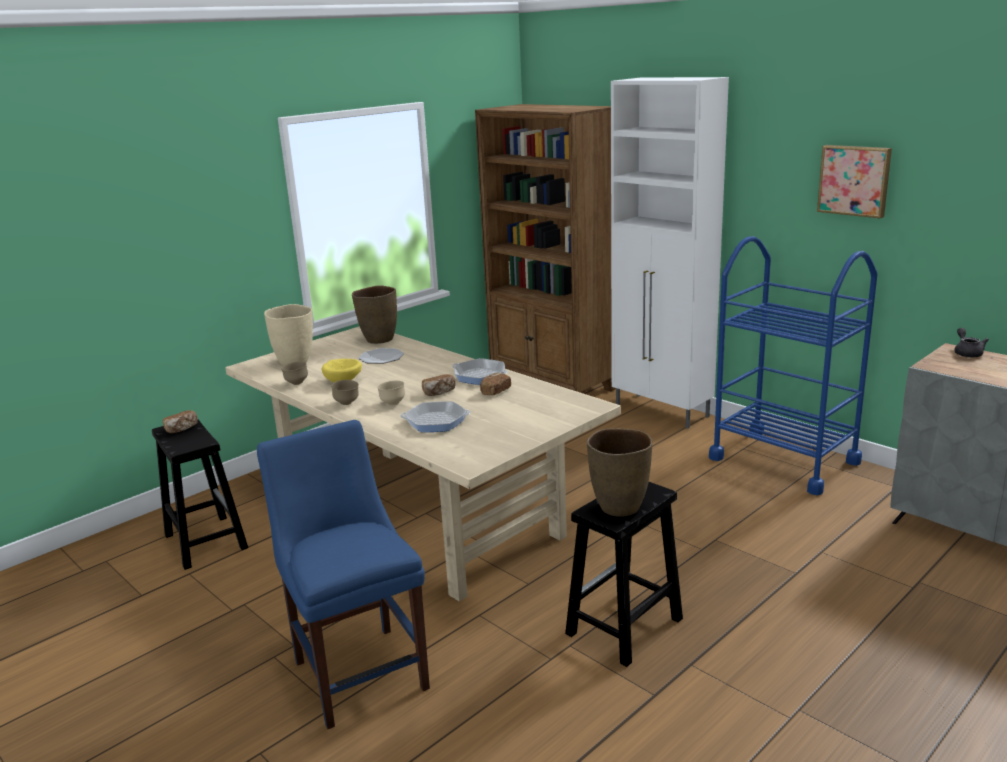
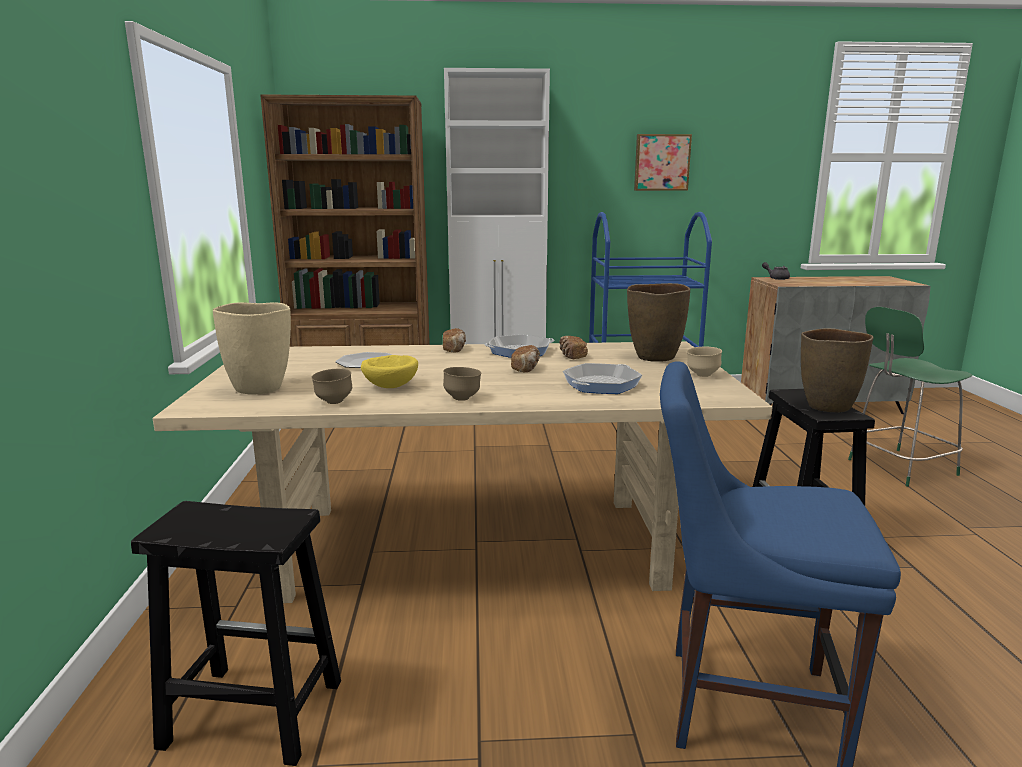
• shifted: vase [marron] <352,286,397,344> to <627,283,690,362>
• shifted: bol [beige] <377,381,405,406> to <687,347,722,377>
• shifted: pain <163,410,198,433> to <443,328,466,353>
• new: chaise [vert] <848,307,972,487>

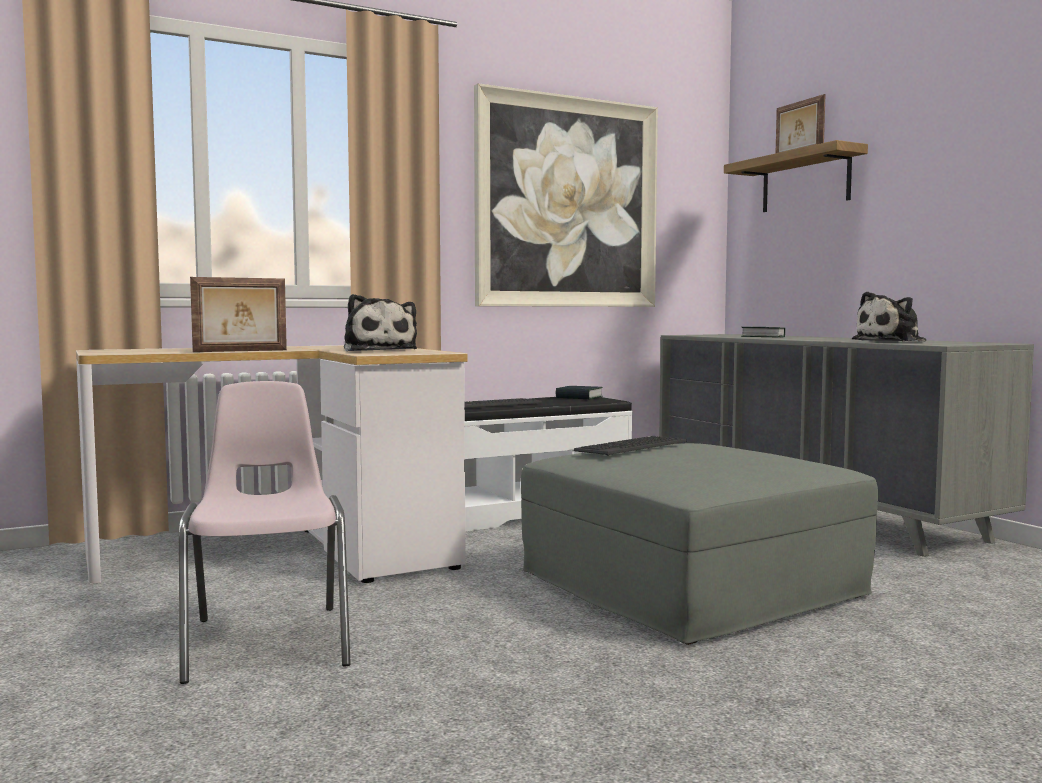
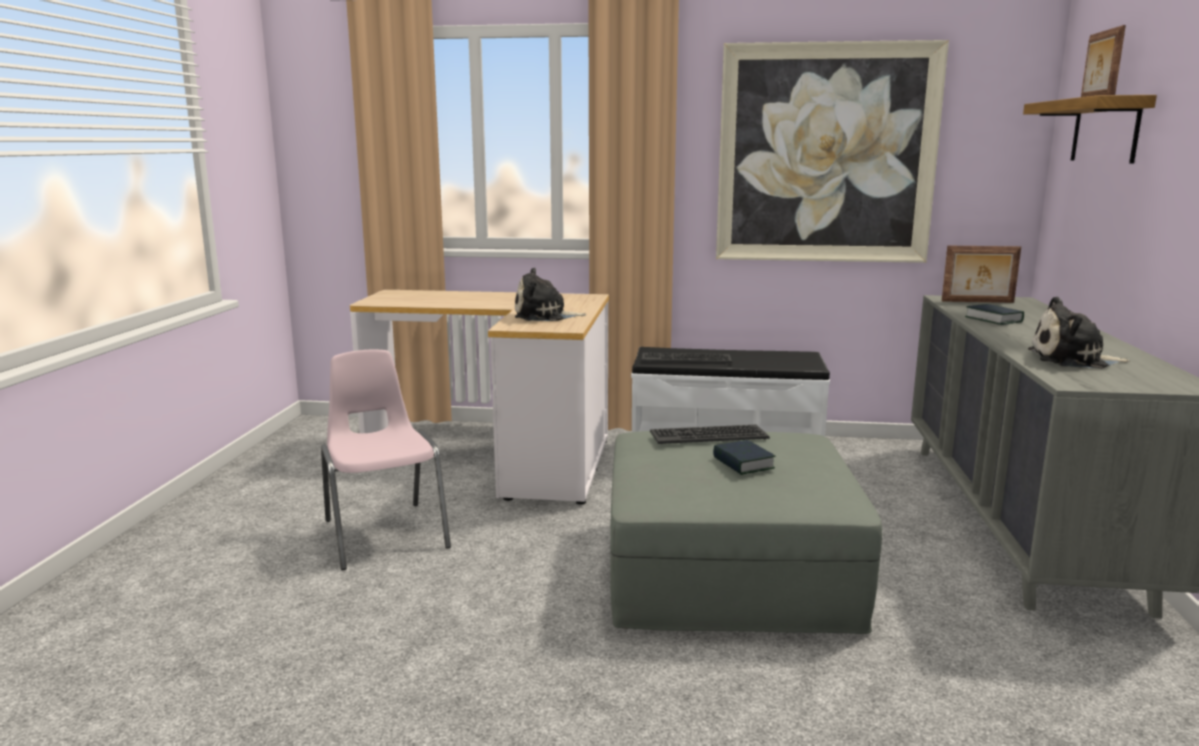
• shifted: cadre photo <190,277,287,352> to <942,246,1021,303>
• rotated: peluche <344,294,417,351> = <515,268,587,321> 75 degrees clockwise
• rotated: chaise [rose] <179,381,351,684> = <321,349,451,570> 45 degrees counterclockwise
• shifted: livre <556,386,603,399> to <713,440,775,475>

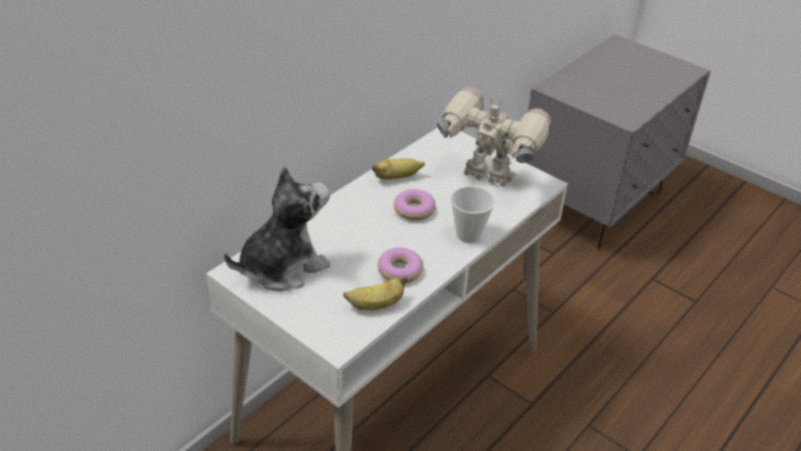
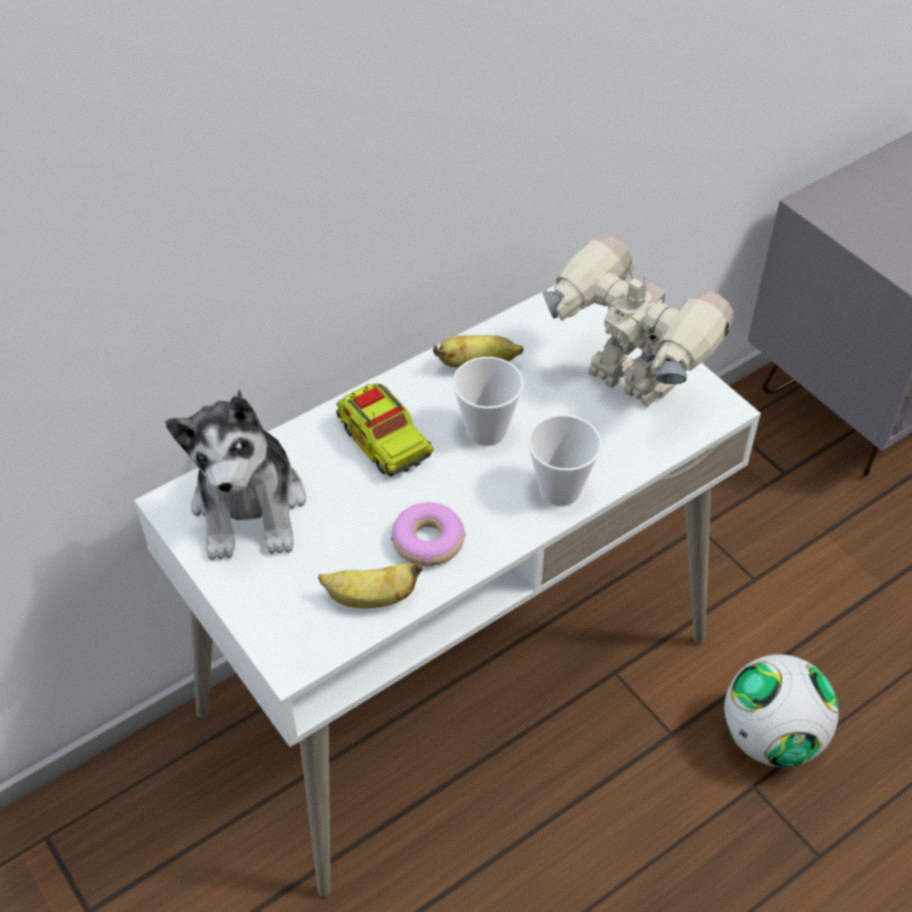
• rotated: peluche <224,166,331,291> = <165,390,306,560> 105 degrees clockwise
• swapped: beignet <394,189,436,221> to tasse <452,357,524,446>
• new: camion jouet <336,383,433,476>
• new: ballon de foot <724,654,839,767>

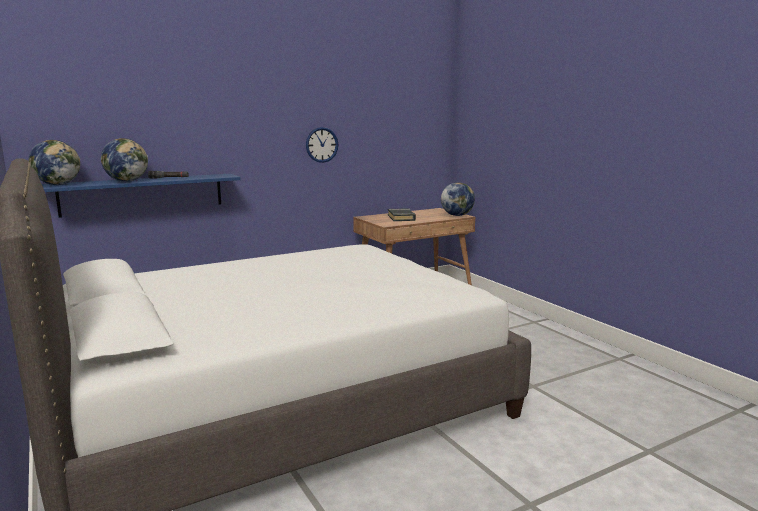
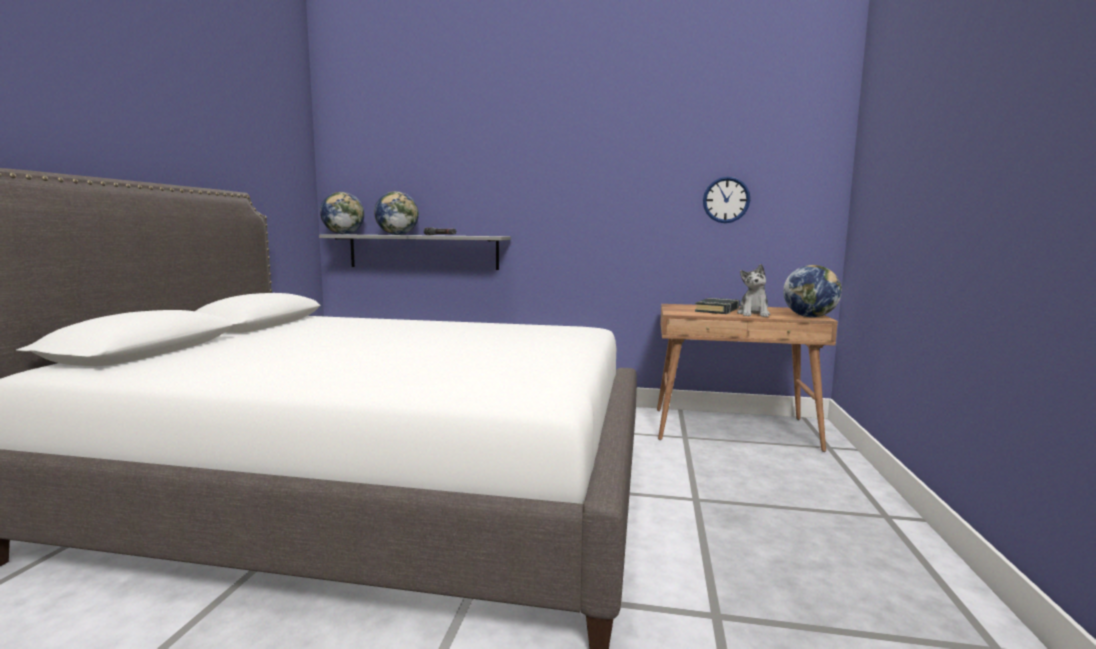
• shifted: horloge murale <306,127,338,163> to <703,177,750,223>
• repainted: étagère [bleu] <42,174,241,218> to étagère [gris] <319,234,511,270>
• new: peluche <737,264,771,317>

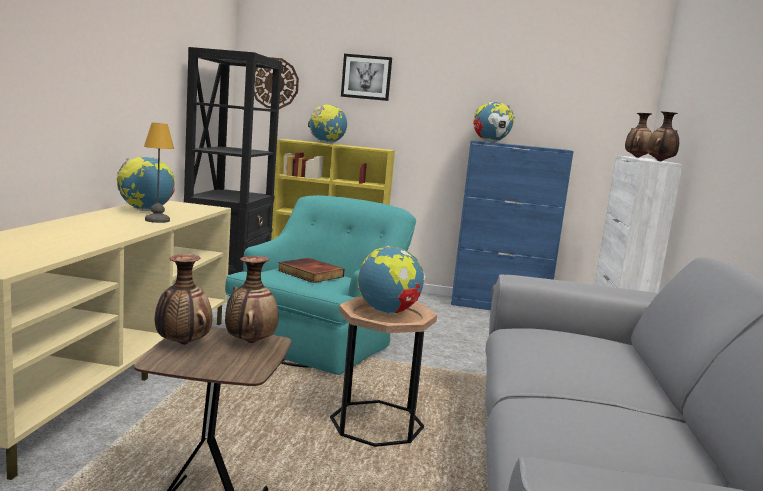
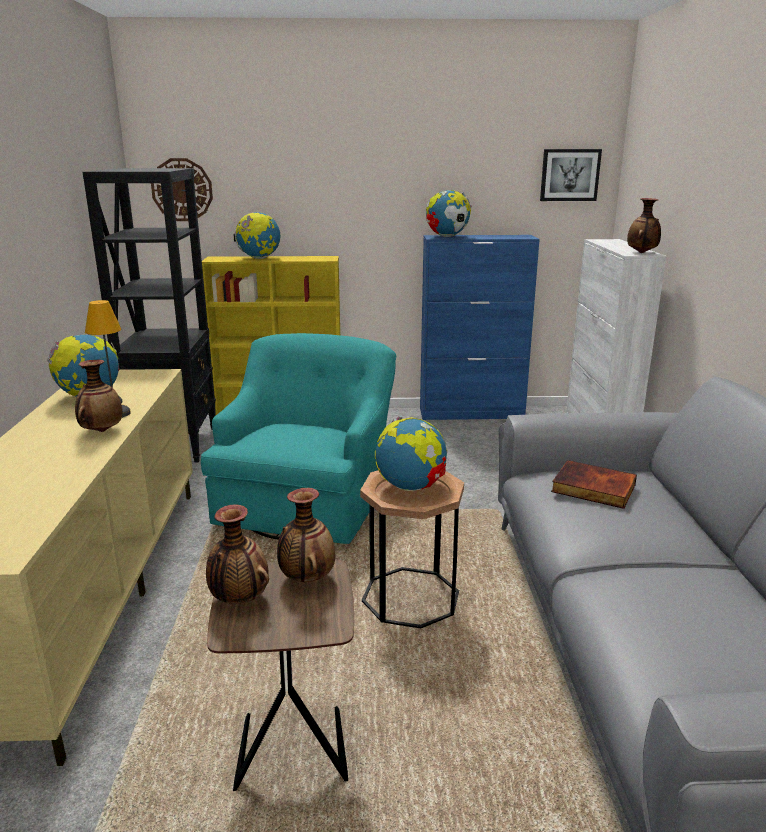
• shifted: tableau <341,54,392,101> to <540,149,602,201>
• shifted: vase <625,113,652,158> to <75,360,122,432>
• shifted: livre <277,258,345,283> to <551,460,637,509>

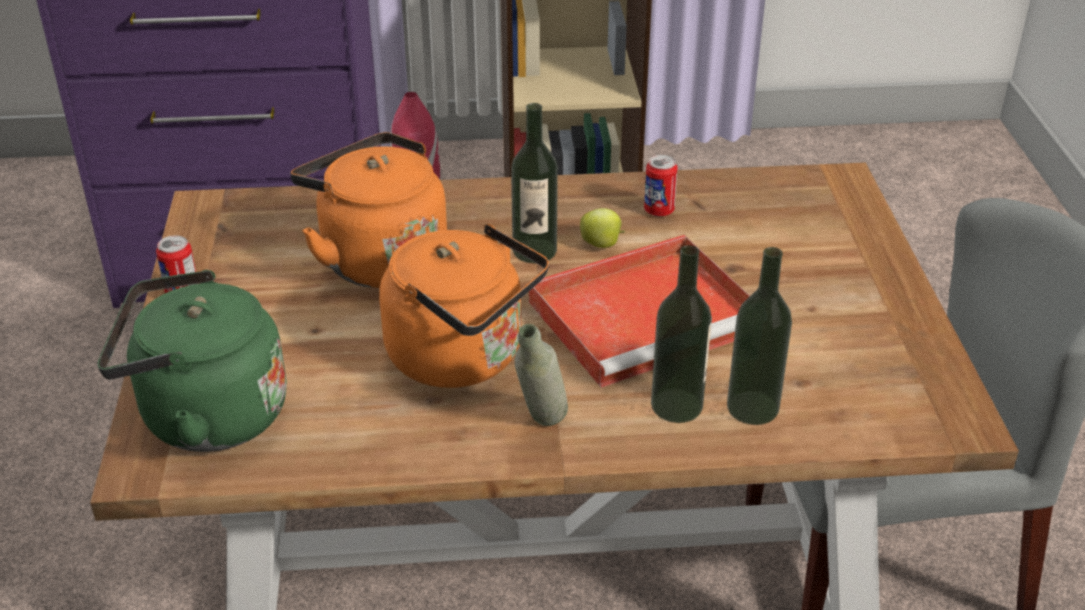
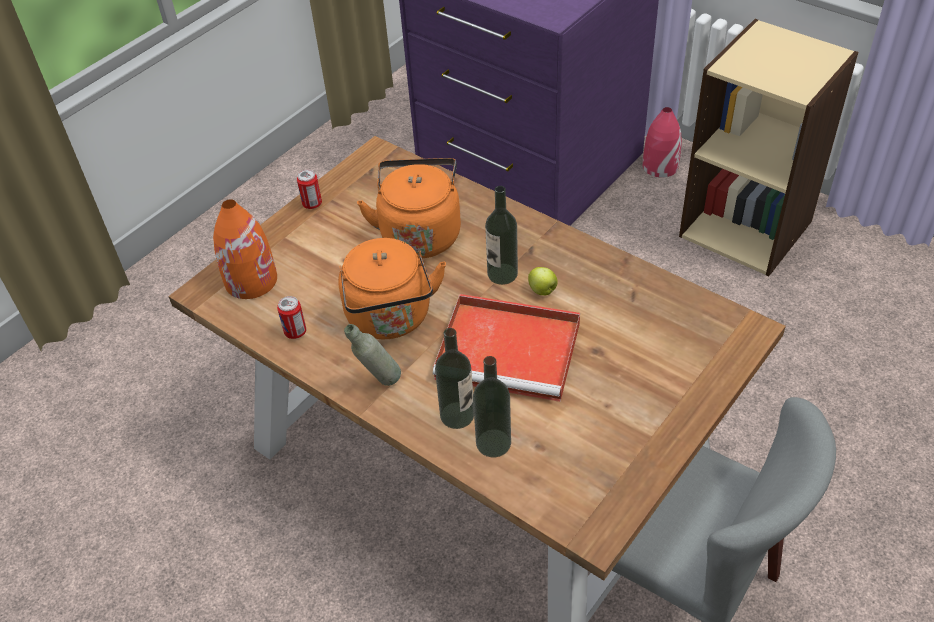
• shifted: boîte métallique <644,155,678,217> to <277,296,306,339>
• swapped: bouilloire [vert] <97,270,287,452> to vase [orange] <213,199,277,299>

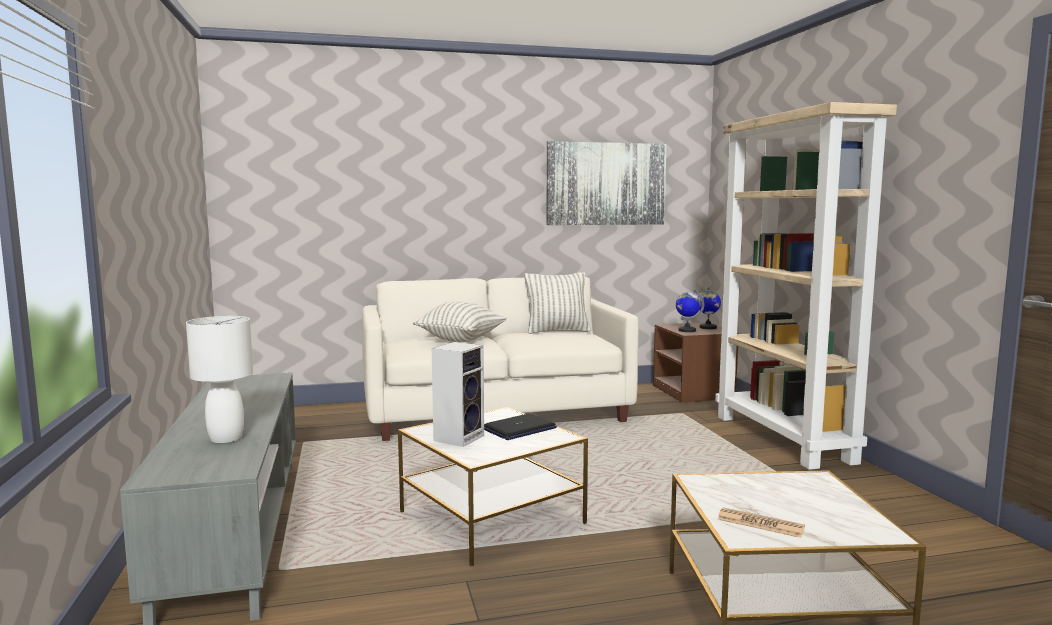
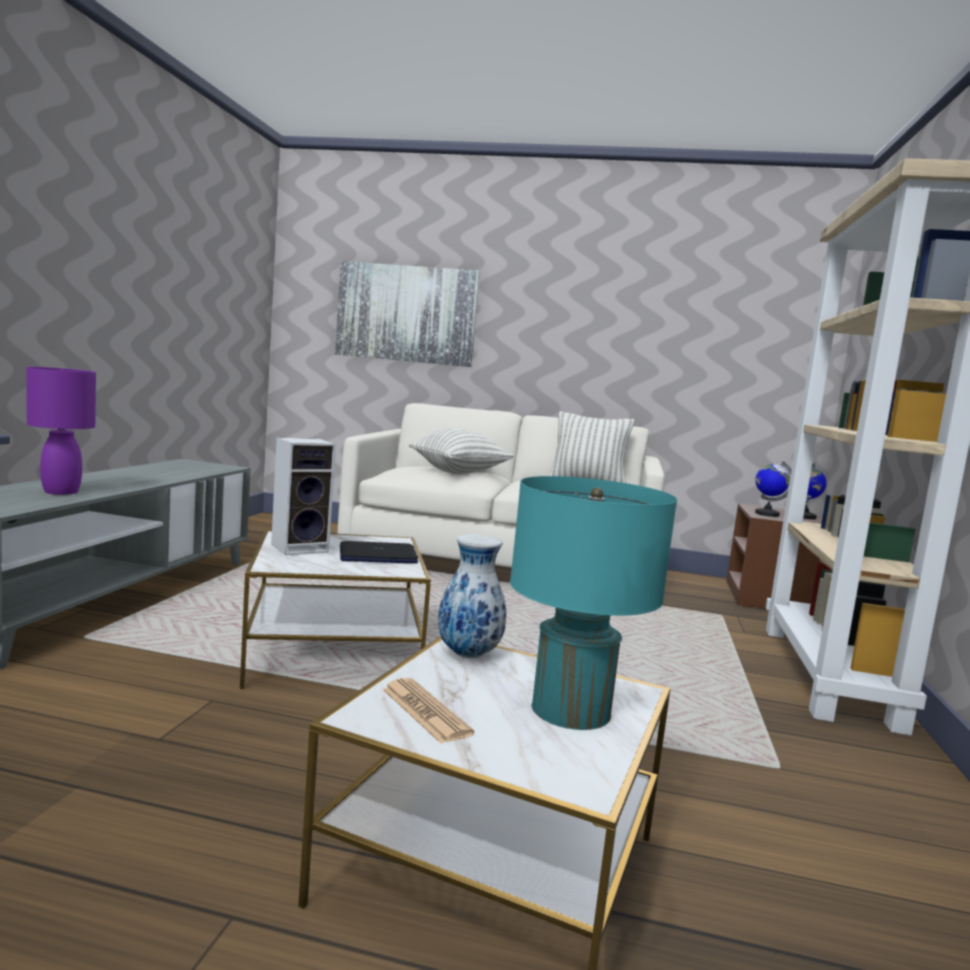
• shifted: tableau <546,141,667,225> to <335,261,480,367>
• repainted: lampe de table [blanc] <186,316,253,443> to lampe de table [violet] <27,367,96,495>
• new: lampe de table [turquoise] <510,476,677,730>
• new: vase <438,534,506,658>

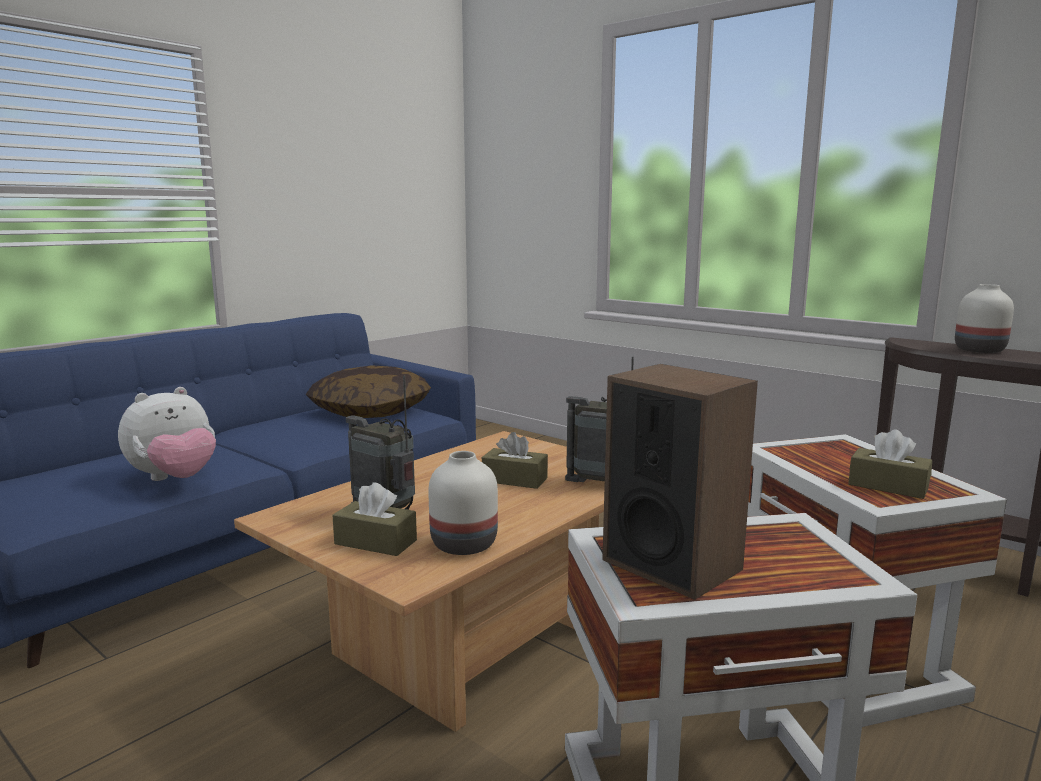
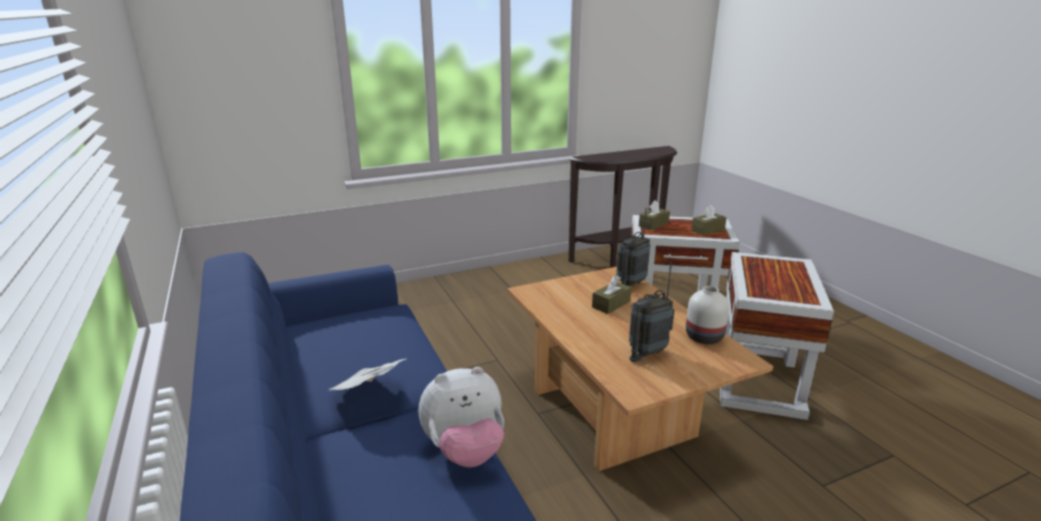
• gone: vase [blanc] <955,284,1014,353>
• gone: enceinte <602,364,758,600>
• gone: coussin <306,365,431,418>
• rotated: peluche <118,387,216,481> = <419,367,504,468> 90 degrees clockwise
• shifted: boîte à mouchoirs [marron] <332,482,417,556> to <639,200,670,230>
• new: journal <328,359,406,390>

